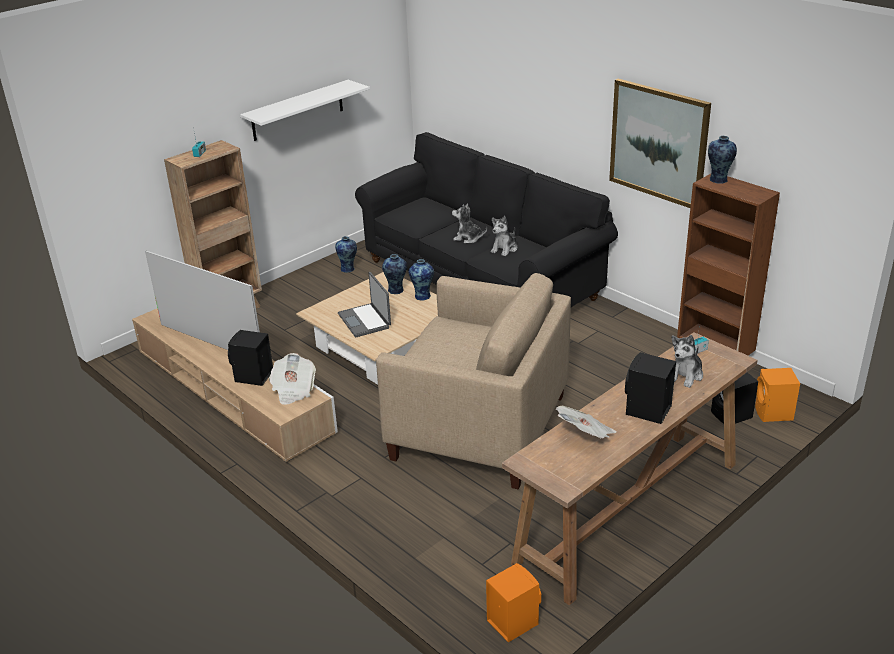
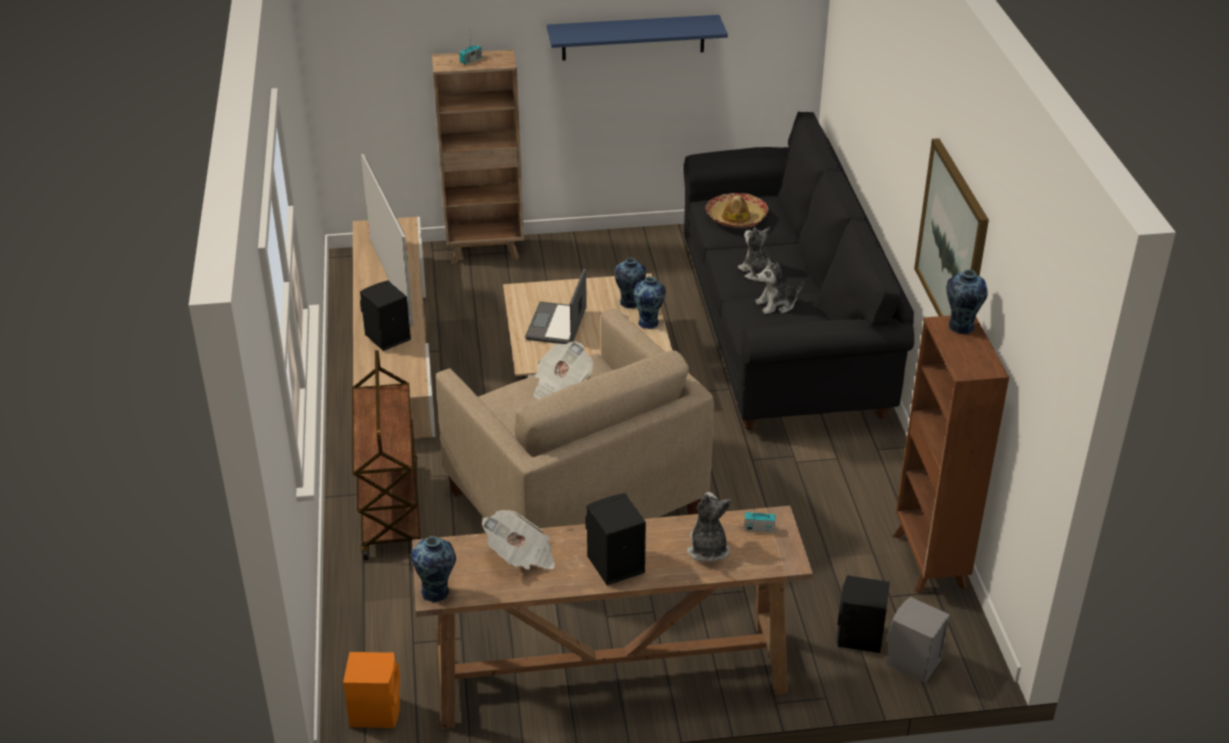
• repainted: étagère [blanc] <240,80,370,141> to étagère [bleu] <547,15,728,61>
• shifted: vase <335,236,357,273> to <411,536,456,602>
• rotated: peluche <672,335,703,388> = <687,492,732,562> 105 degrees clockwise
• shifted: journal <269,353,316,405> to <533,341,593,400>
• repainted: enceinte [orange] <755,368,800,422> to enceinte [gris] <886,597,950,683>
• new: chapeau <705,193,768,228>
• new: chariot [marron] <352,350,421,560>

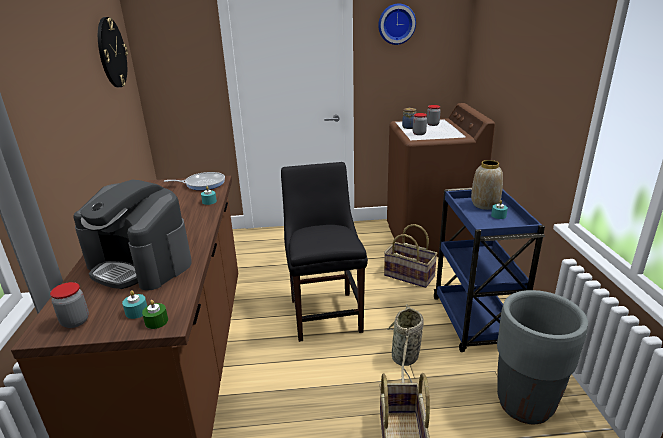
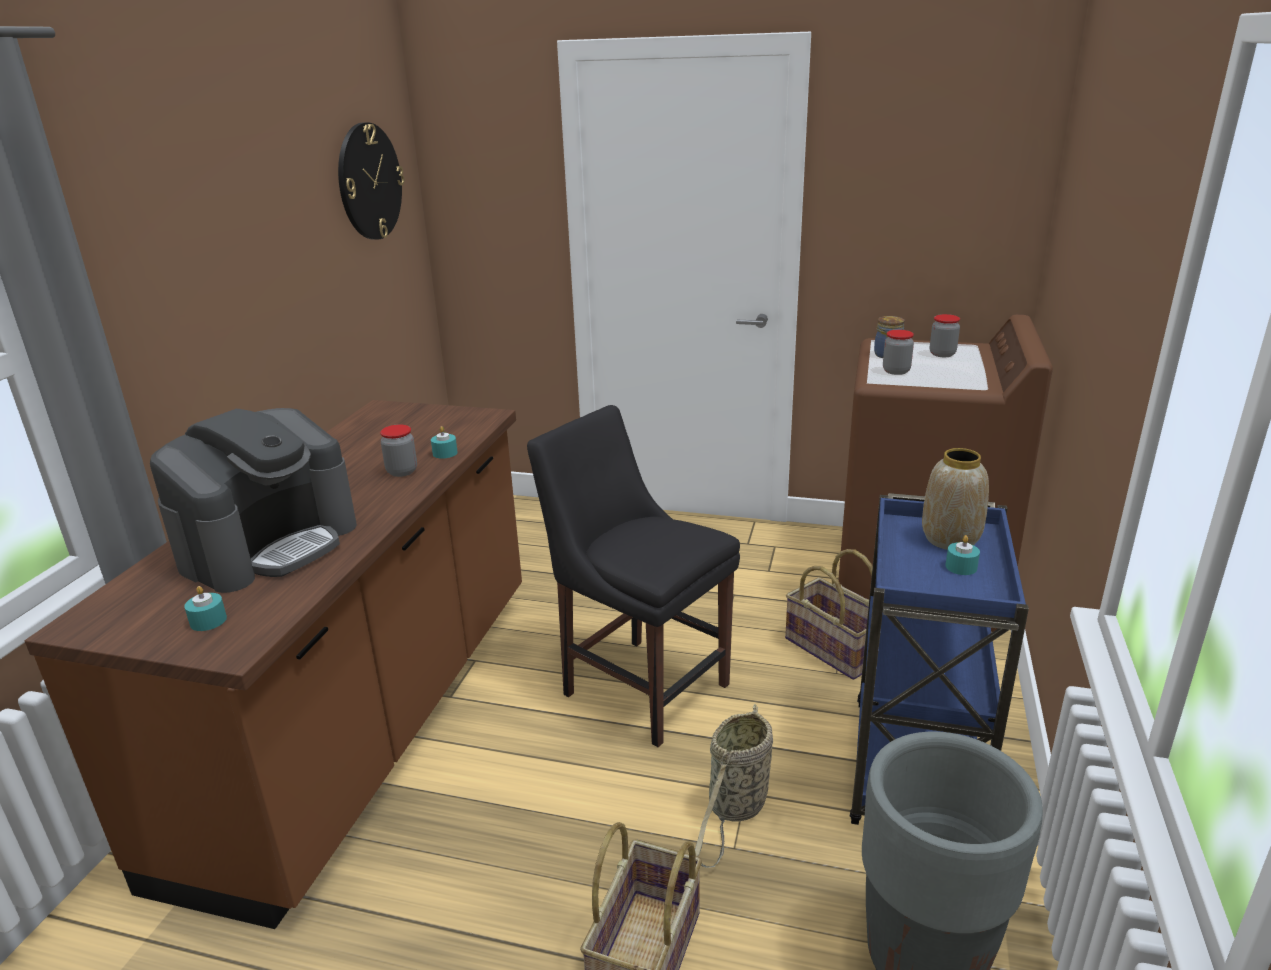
• gone: horloge murale <378,3,416,45>
• rotated: chaise [noir] <281,162,368,342> = <527,405,740,747> 60 degrees counterclockwise
• gone: poêle <164,172,225,190>
• rotated: machine à café <73,180,192,291> = <150,408,357,593> 105 degrees counterclockwise
• shifted: bocal <50,282,89,328> to <380,424,417,477>
• gone: bougie [vert] <142,300,168,329>

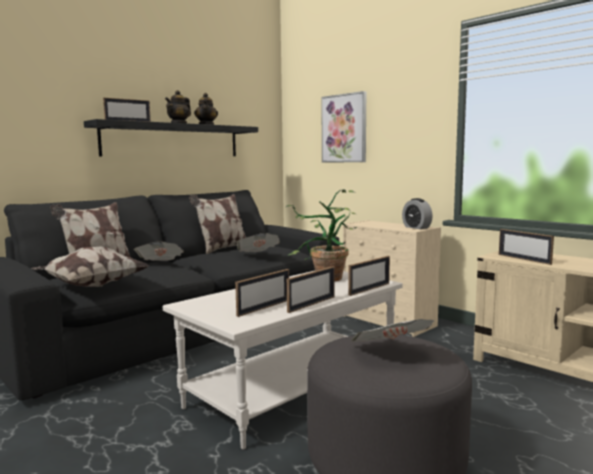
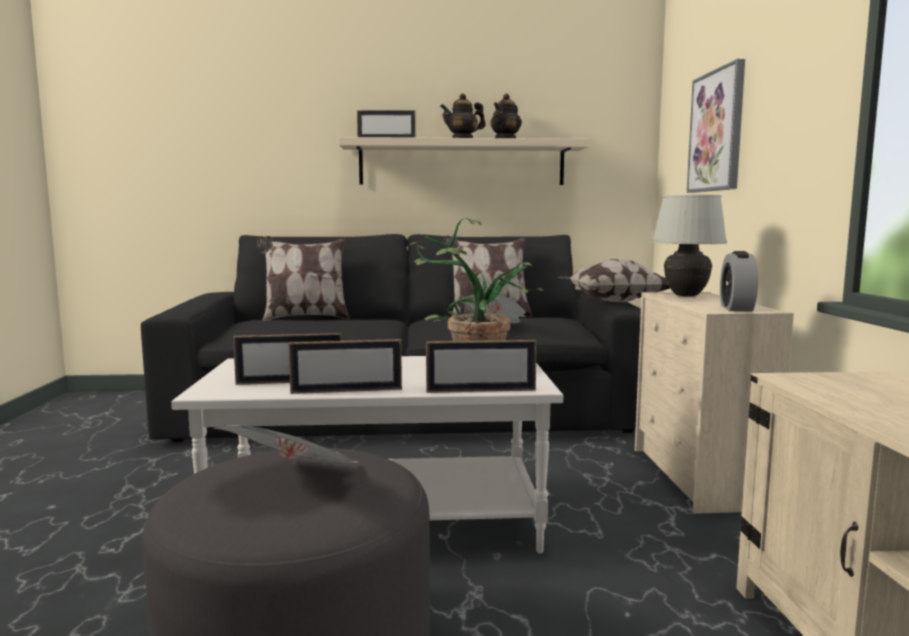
• repainted: étagère [noir] <84,119,258,157> to étagère [beige] <339,137,589,185>
• gone: cadre photo <499,229,554,265>
• gone: journal <134,241,184,261>
• shifted: coussin <31,246,149,287> to <558,259,670,302>
• new: lampe de table [blanc] <653,195,727,297>

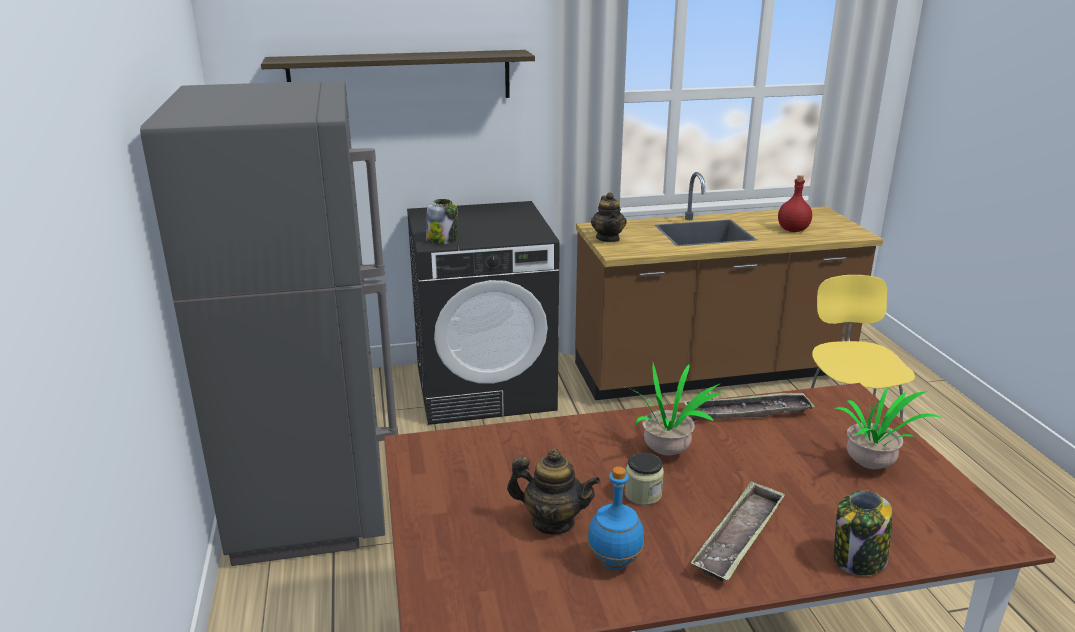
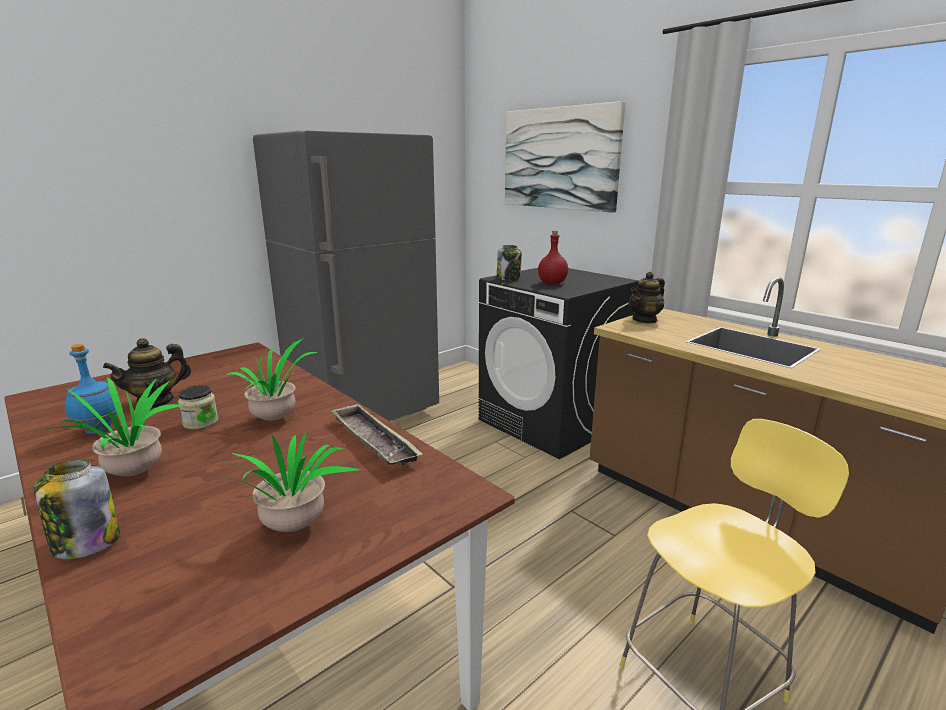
• swapped: étagère <261,50,535,98> to tableau <505,101,626,213>
• shifted: bouteille [rouge] <778,175,812,232> to <538,231,568,284>
• rotated: théière <507,449,601,535> = <103,338,191,408> 60 degrees clockwise
• swapped: plateau <691,480,785,582> to plante en pot <34,378,183,476>

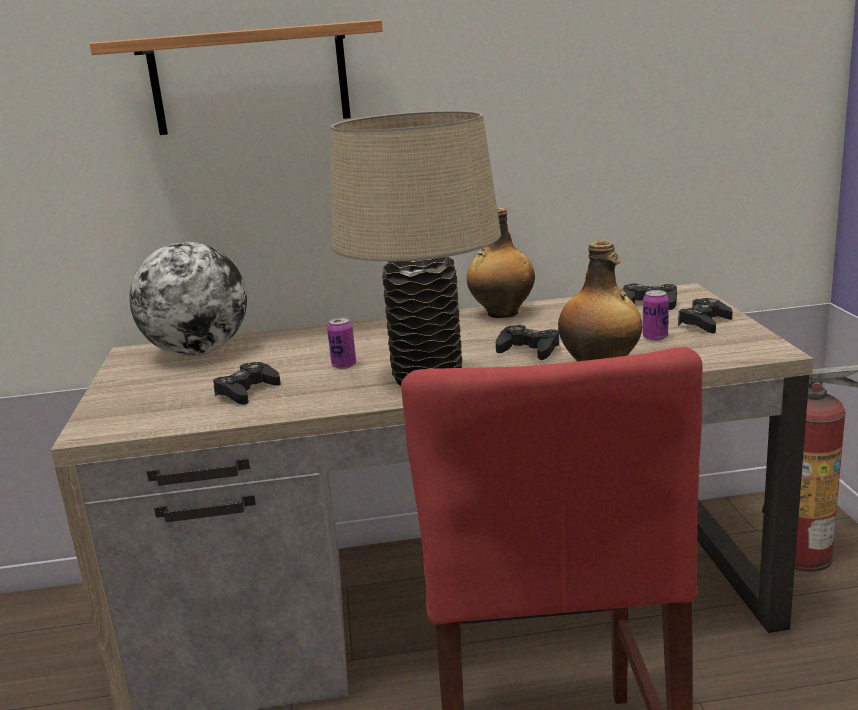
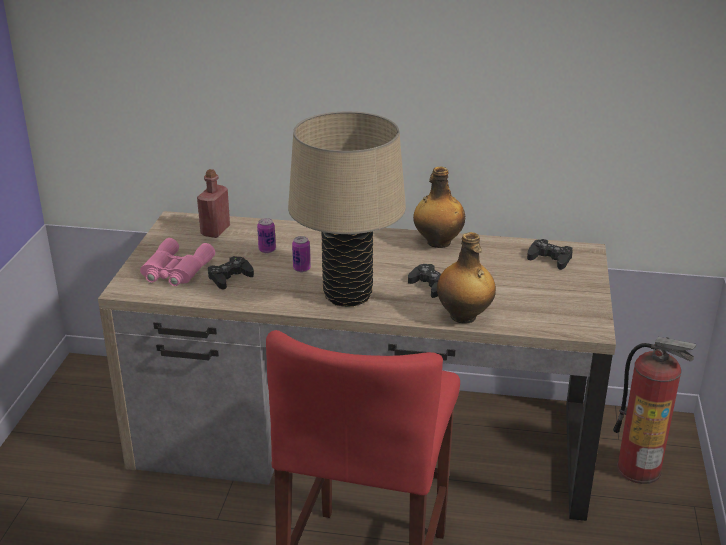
• gone: étagère <89,20,383,135>
• swapped: globe <129,242,247,356> to bouteille [rouge] <197,169,230,238>
• shifted: boîte métallique <643,290,669,341> to <257,218,276,253>
• gone: manette [noir] <678,298,733,334>
• new: jumelles [rose] <140,238,215,286>

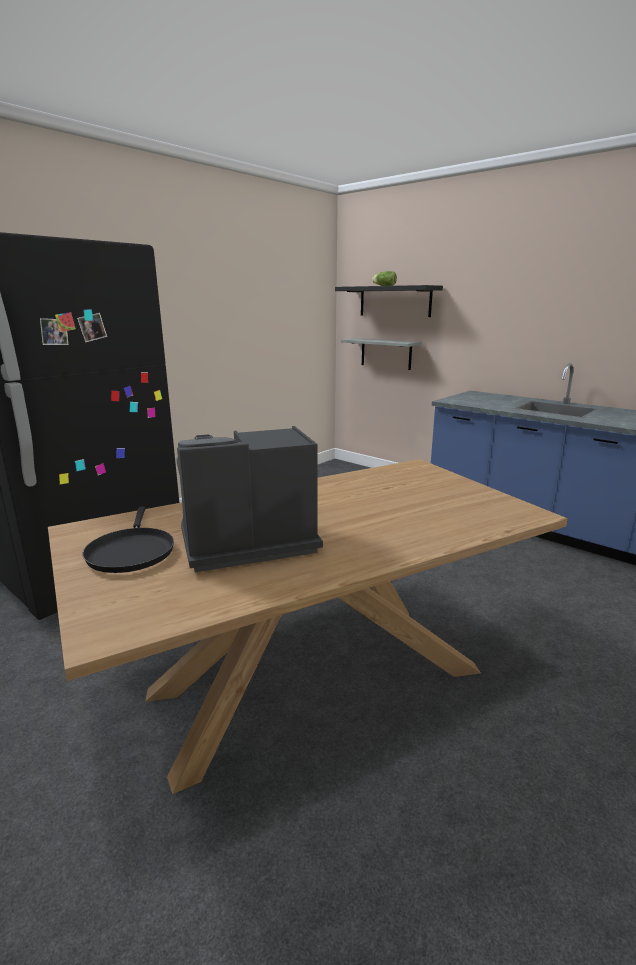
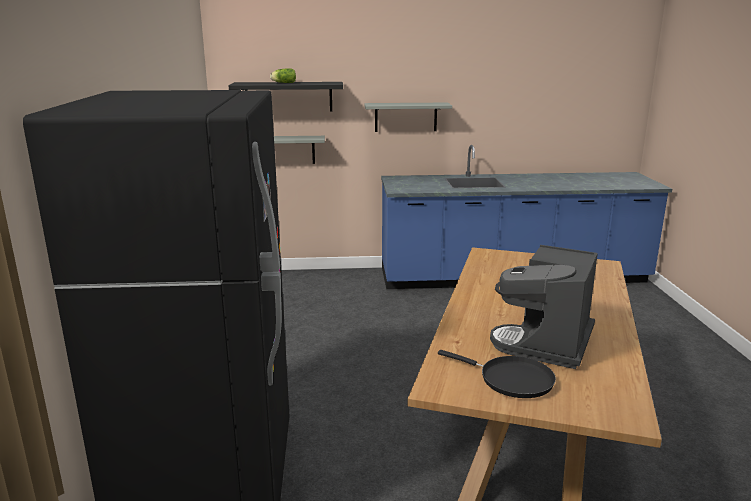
• new: étagère [gris] <364,103,452,132>

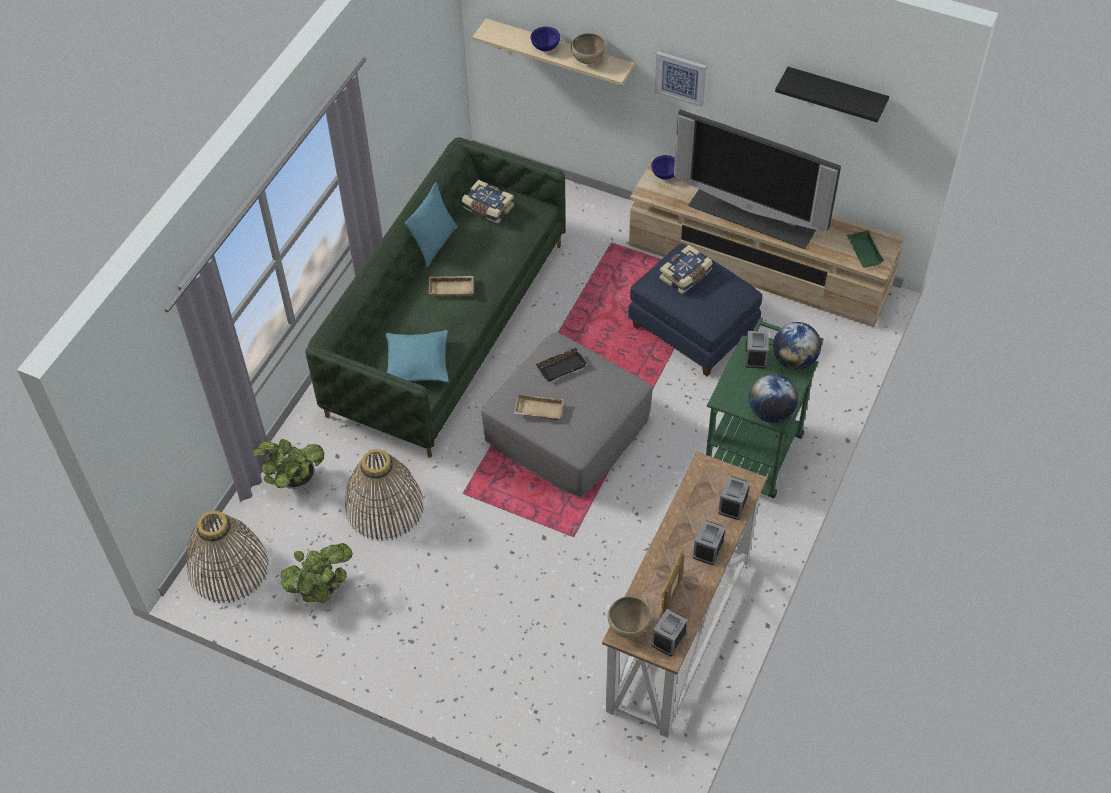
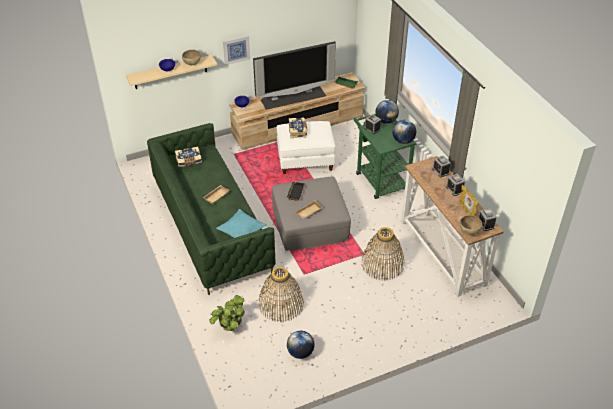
• gone: étagère [noir] <775,67,889,122>
• gone: coussin [turquoise] <405,182,458,267>
• repainted: pouf [bleu] <628,243,763,377> to pouf [blanc] <277,121,335,174>
• shifted: panier <186,510,269,603> to <361,227,404,281>
• swapped: plante en pot <281,543,353,603> to globe <287,331,314,359>

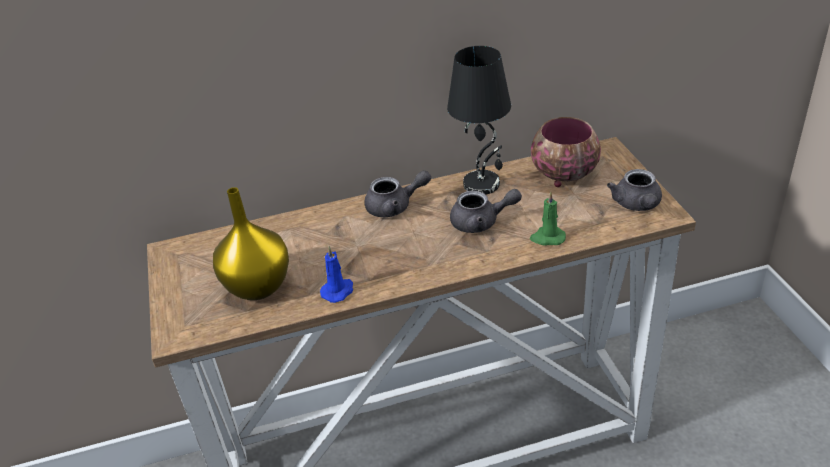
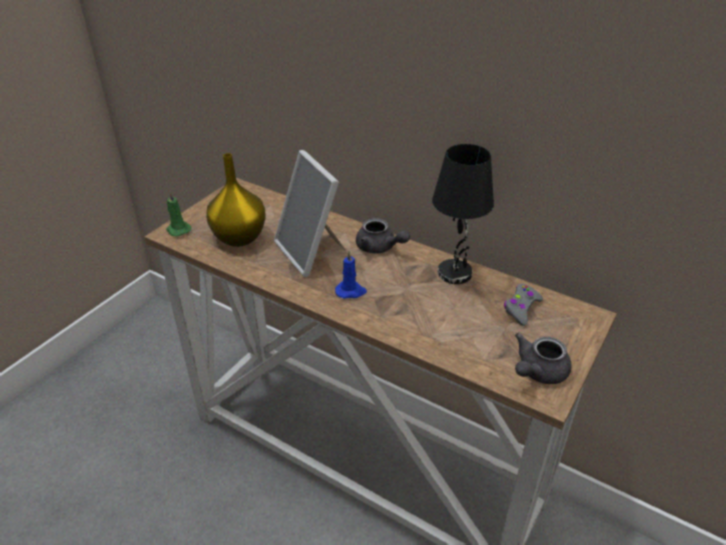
• swapped: bol <531,117,601,187> to manette [gris] <504,284,543,326>
• gone: théière [gris] <450,189,522,233>
• shifted: bougie [vert] <530,191,566,246> to <166,191,191,236>
• shifted: bougie [bleu] <320,246,353,303> to <335,251,367,299>
• new: cadre photo <274,150,345,277>

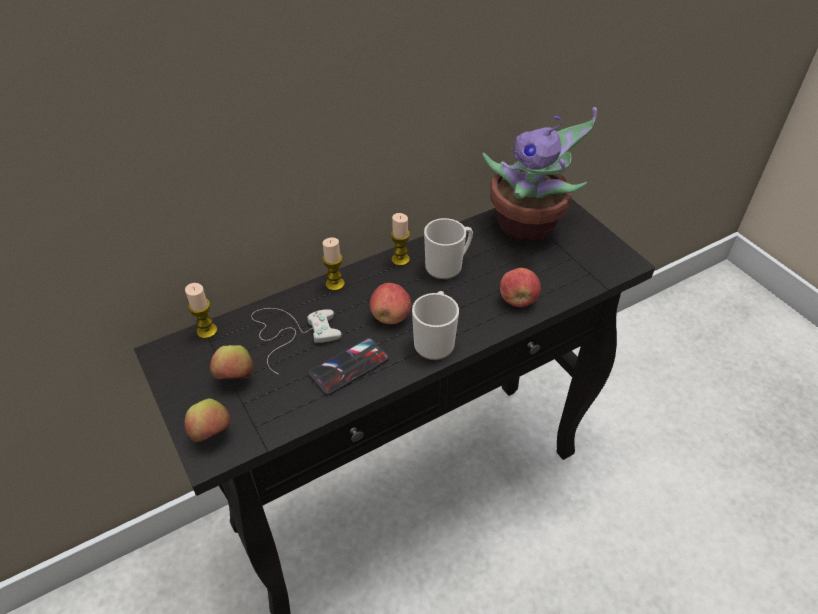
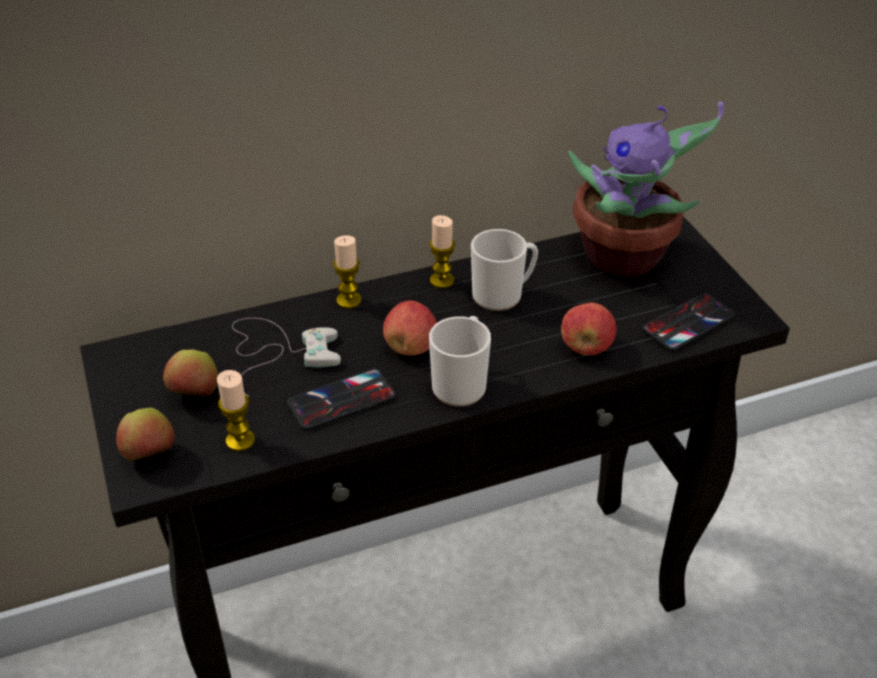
• shifted: bougie <185,283,218,339> to <217,370,255,451>
• new: téléphone <642,293,736,351>

